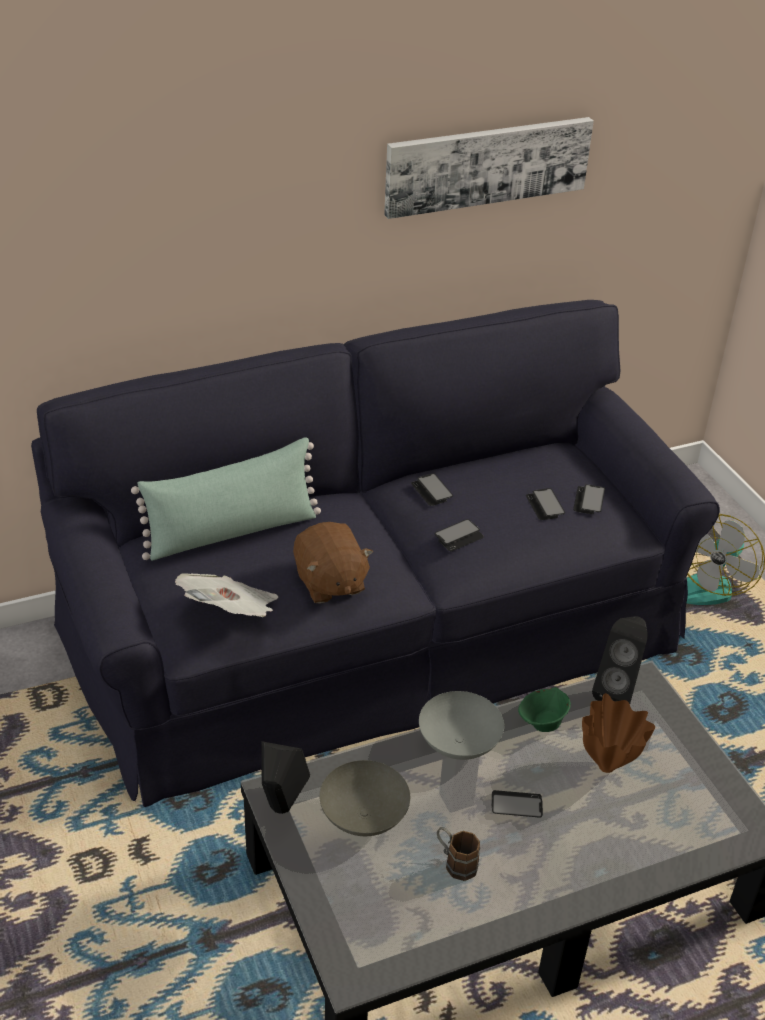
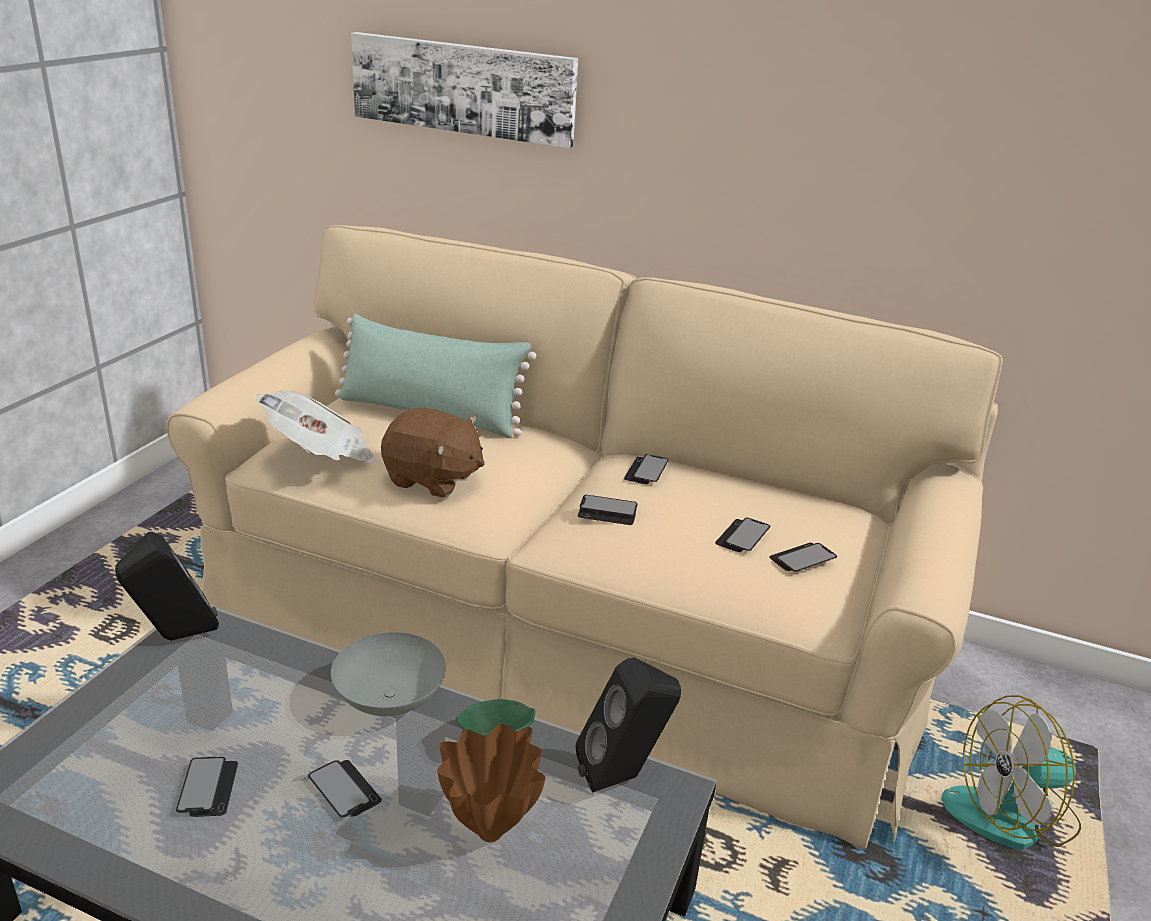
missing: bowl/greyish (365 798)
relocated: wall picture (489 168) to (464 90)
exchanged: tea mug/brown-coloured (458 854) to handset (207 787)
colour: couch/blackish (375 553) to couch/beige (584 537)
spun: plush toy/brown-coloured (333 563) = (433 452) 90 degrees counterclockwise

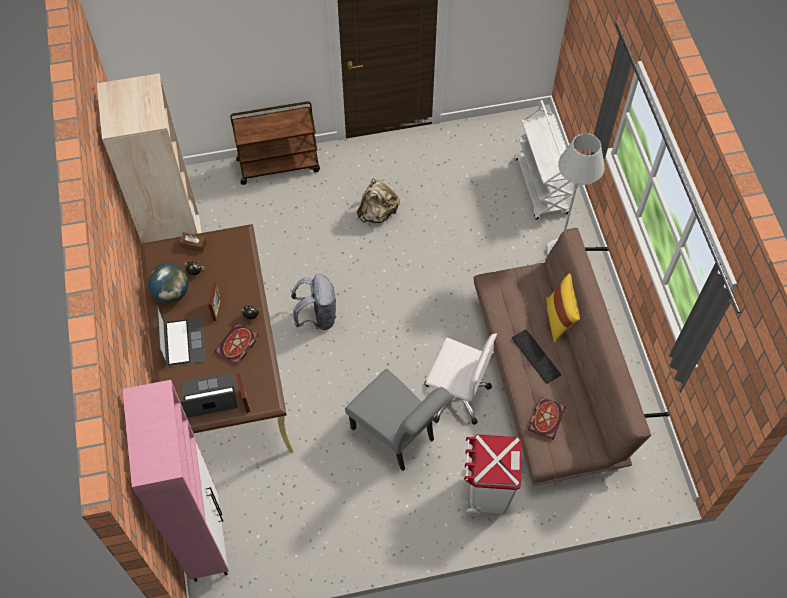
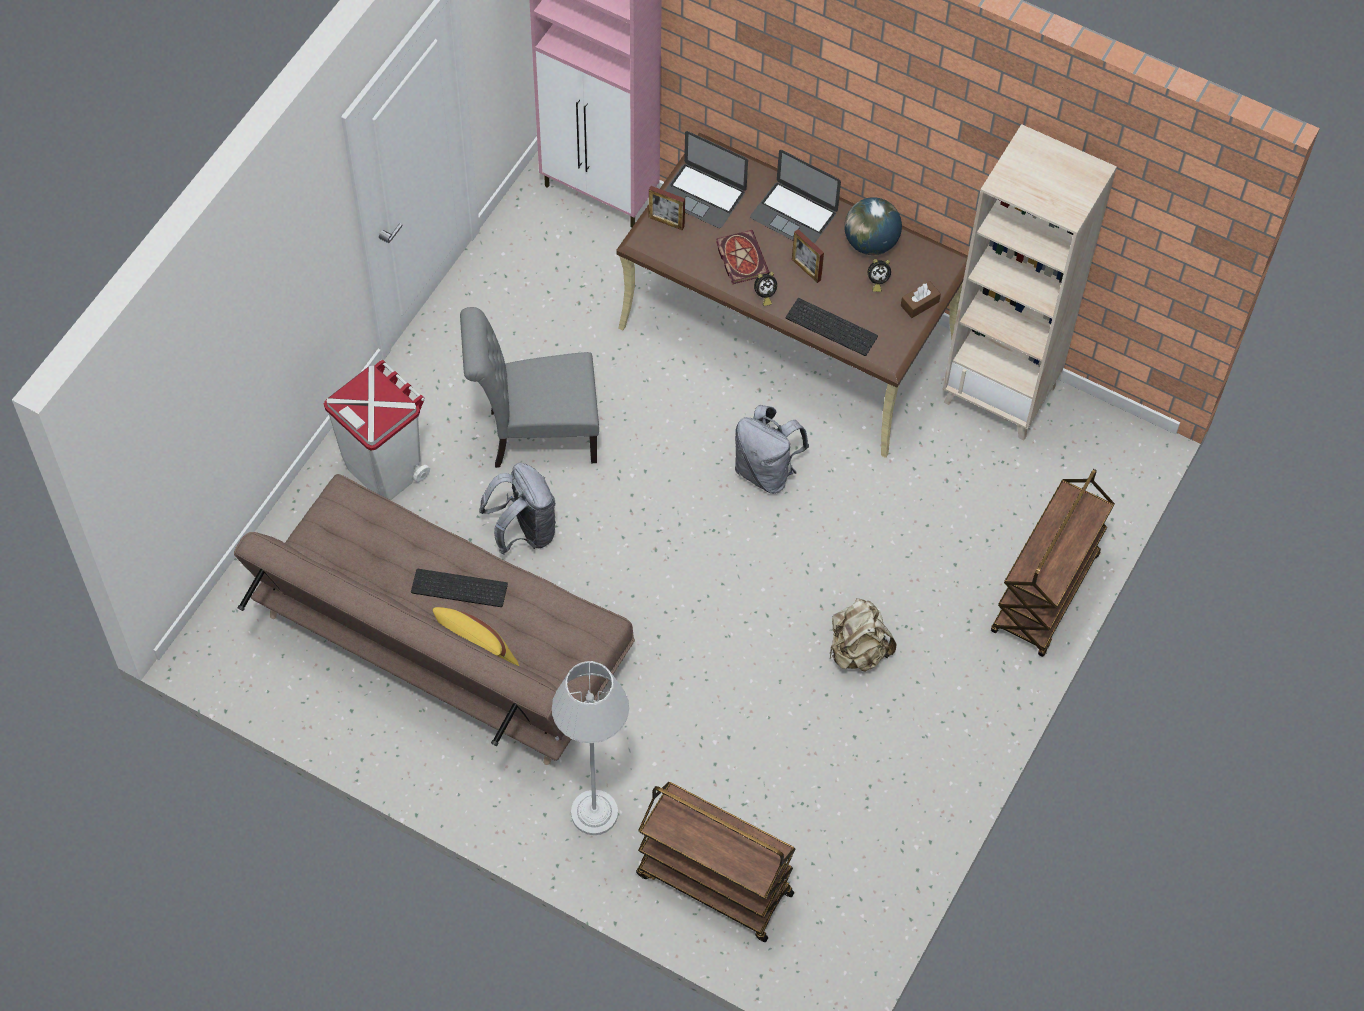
missing: book (547 418)
appeared: keyboard (832 327)
exchanged: computer chair/whitish (460 379) to rucksack/greyish (517 508)
colour: cart/whitish (544 160) to cart/brown-coloured (715 862)
spun: notebook computer (209 395) = (706 179) 90 degrees clockwise

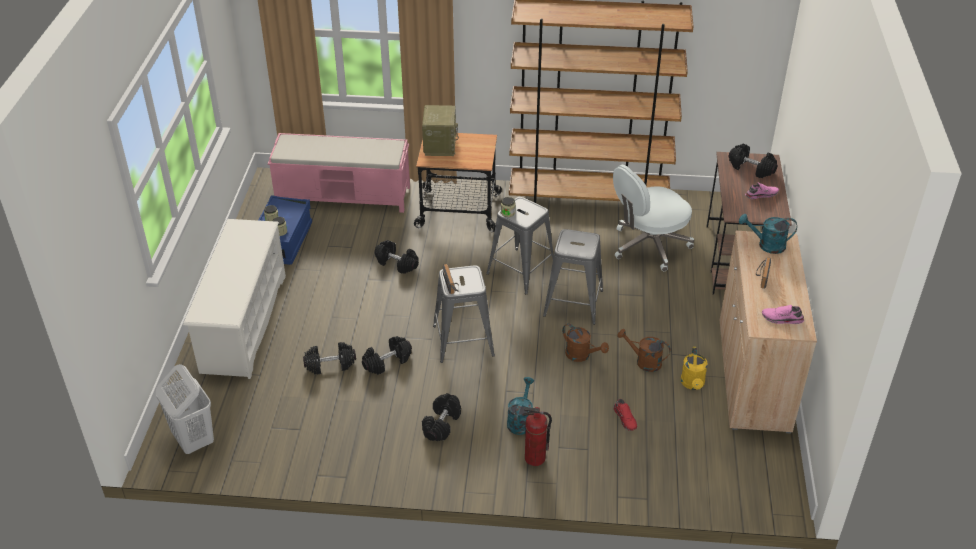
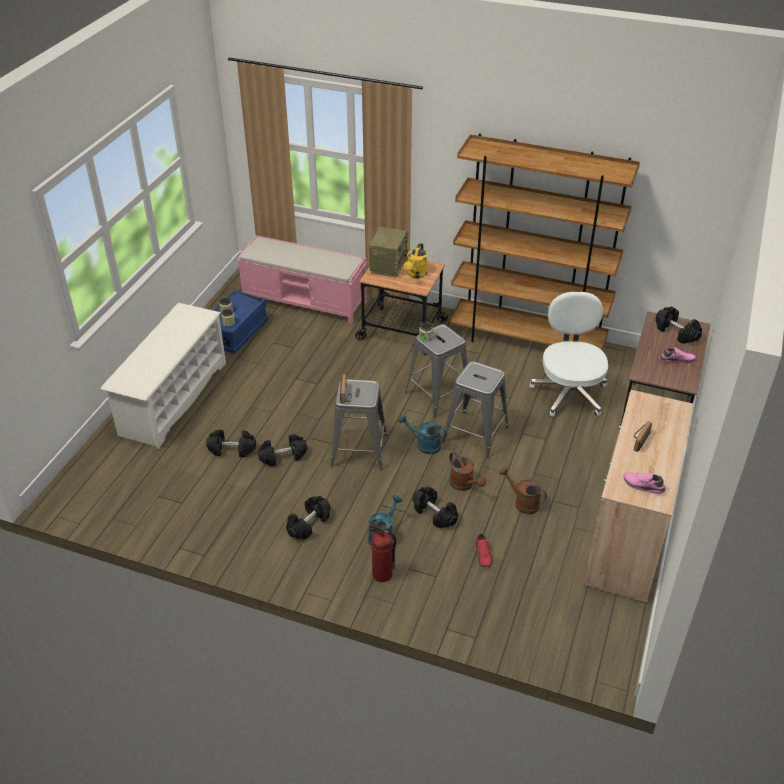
missing: laundry basket/whitish (185 409)
relocated: dumbbell/blackish (397 257) to (435 507); watering can/yellowish (694 368) to (415 261); watering can/turquoise (768 234) to (423 434)
spun: computer chair/whitish (653 218) = (569 354) 105 degrees clockwise

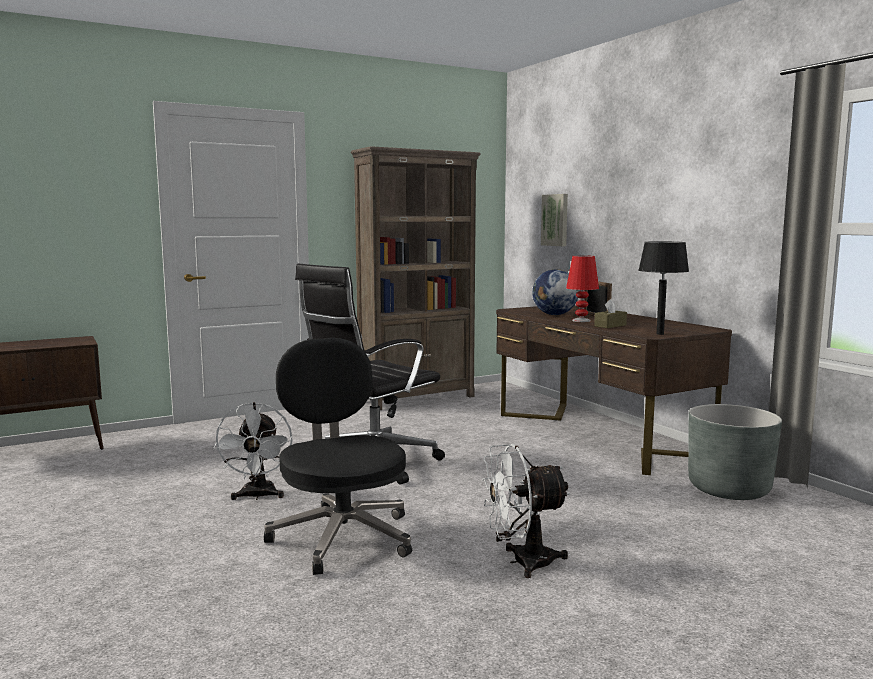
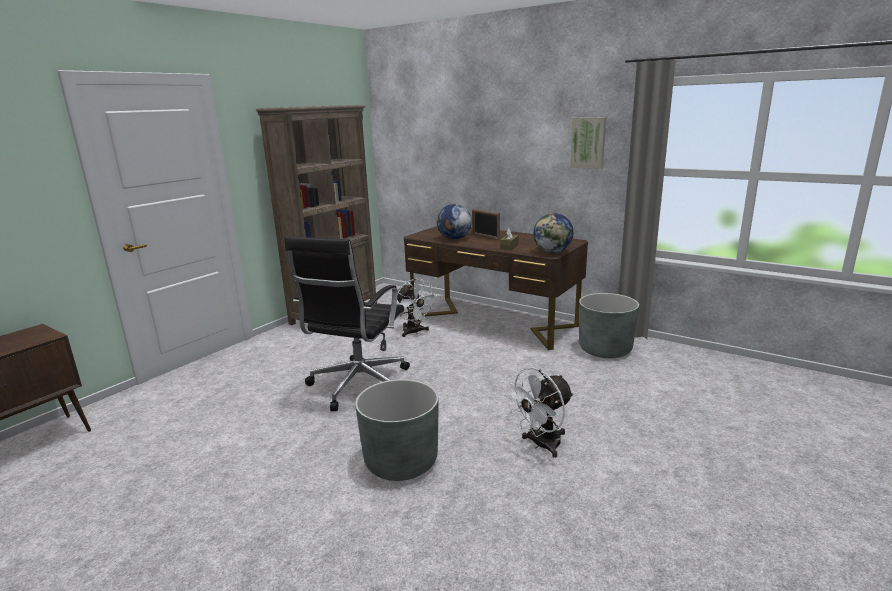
missing: tabletop lamp/reddish (582 288)
relocated: cooling fan/whitish (253 451) to (417 308); wall picture (554 220) to (588 143)
exchanged: computer chair/blackish (338 456) to plant pot/greyish (397 430); tabletop lamp/blackish (663 288) to desk globe (553 233)

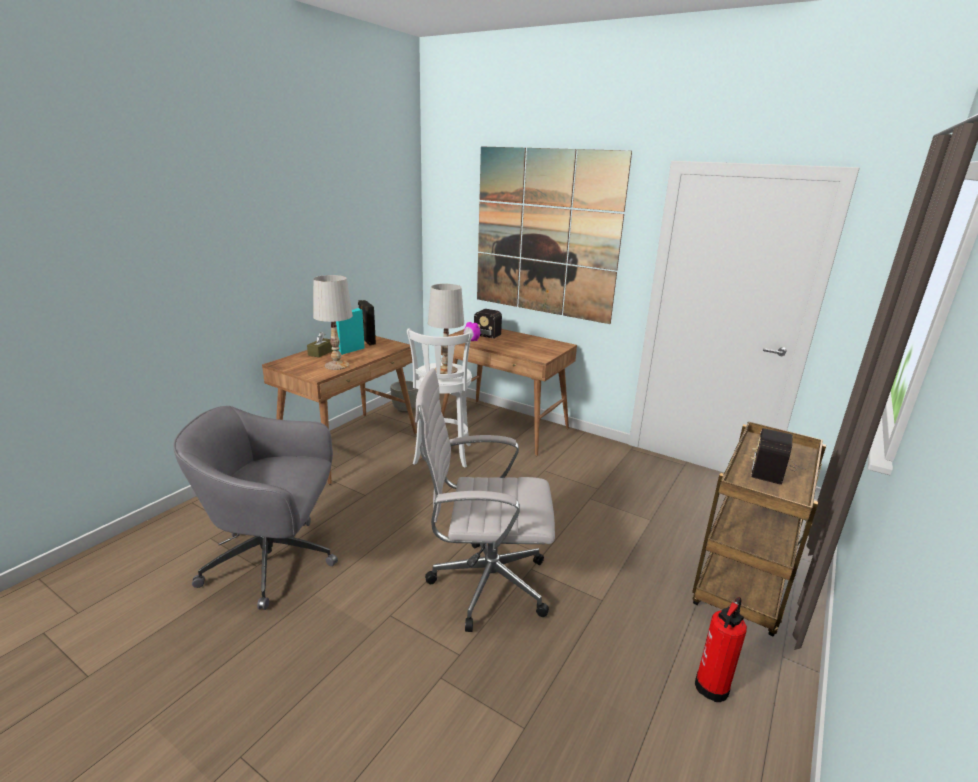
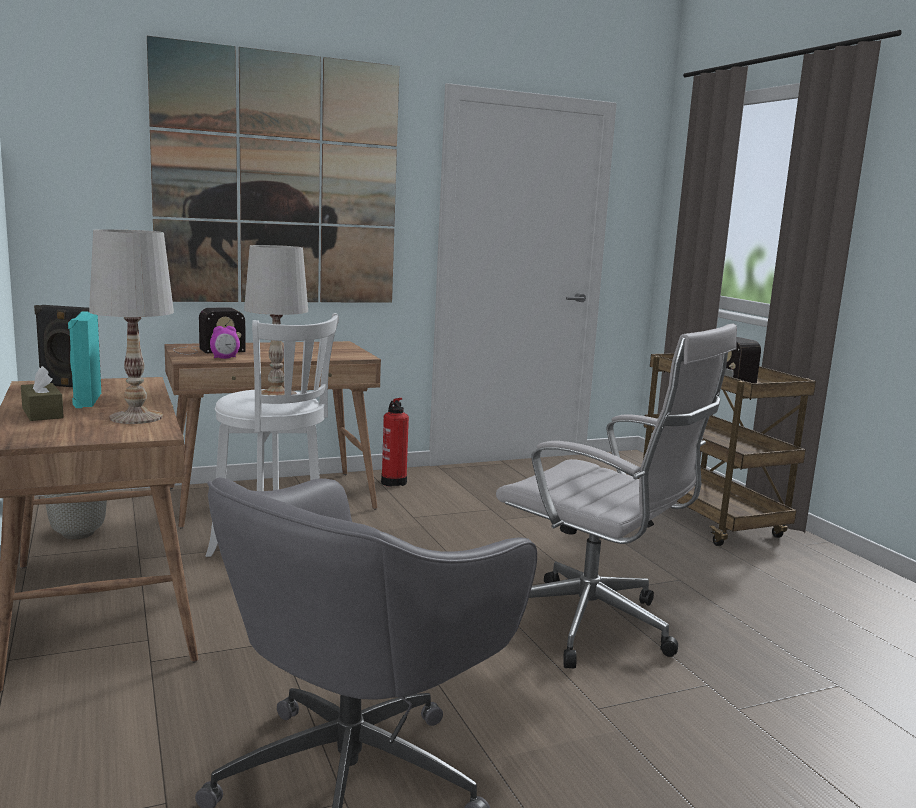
relocated: fire-fighting cylinder (721 649) to (395 442)
spun: computer chair/whitish (485 500) = (616 496) 90 degrees counterclockwise

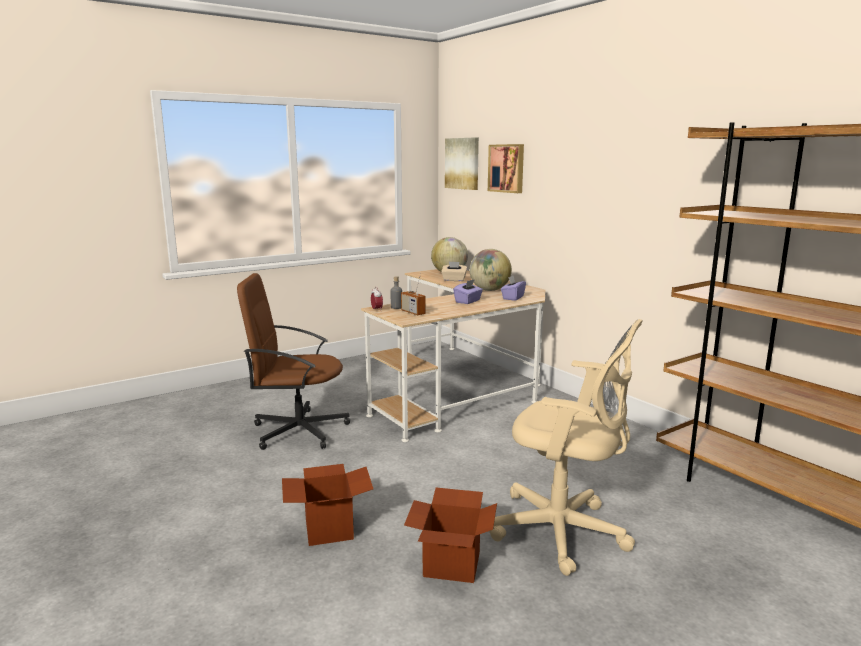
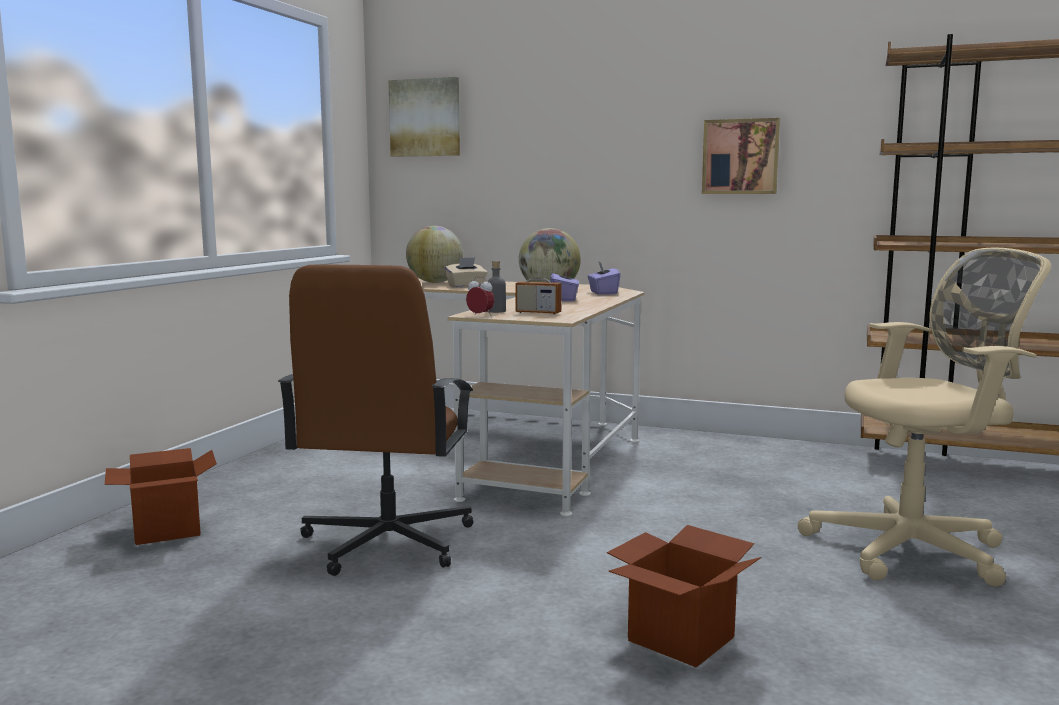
relocated: cardboard box (450 535) to (160 496); wall picture (506 168) to (741 156)
spun: computer chair/brown-coloured (293 361) = (375 420) 45 degrees counterclockwise

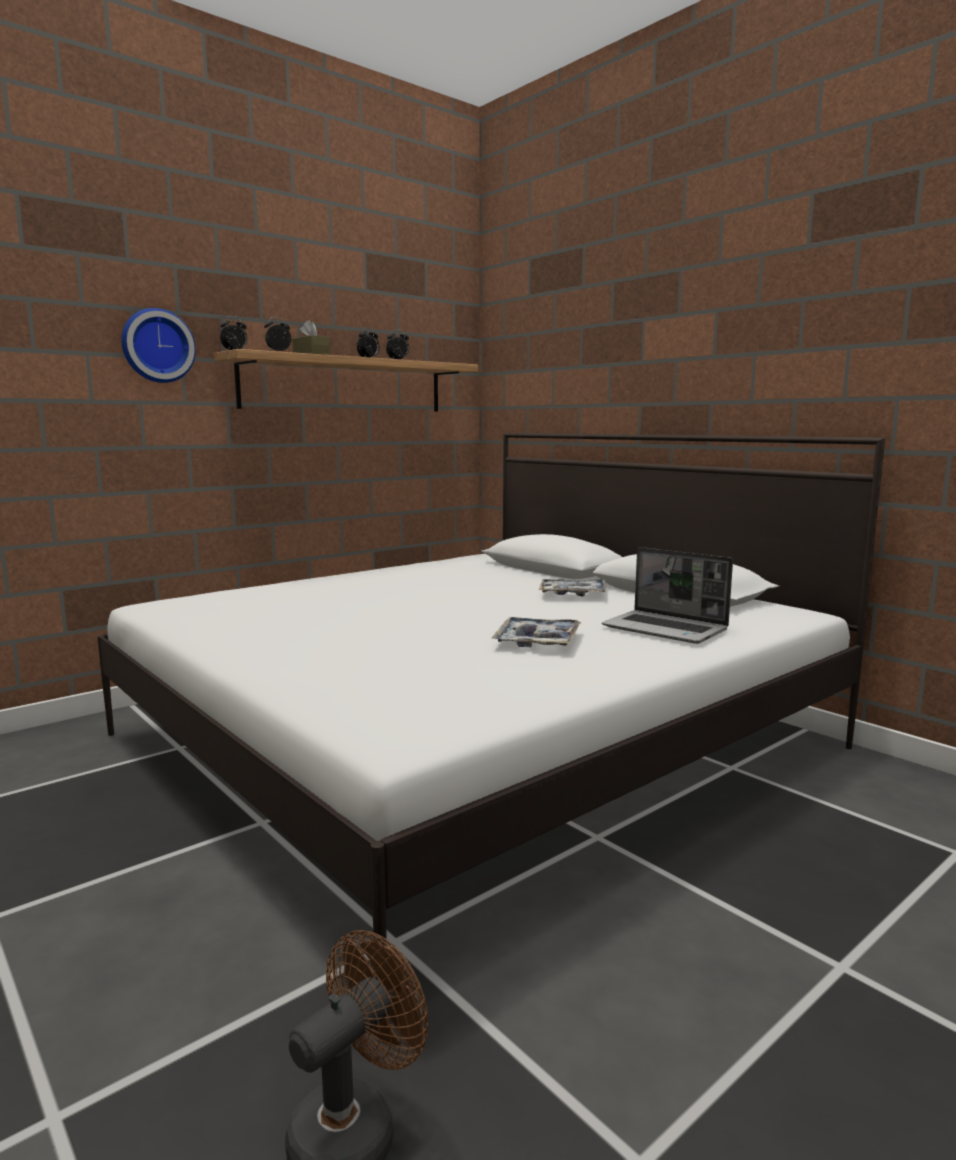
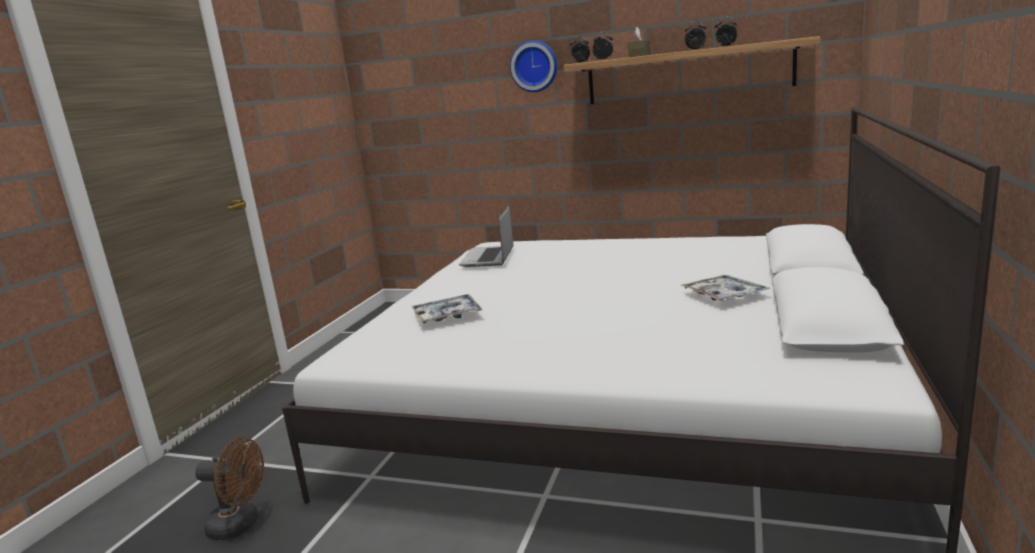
relocated: tray (536 632) to (447 308); notebook computer (667 595) to (486 236)

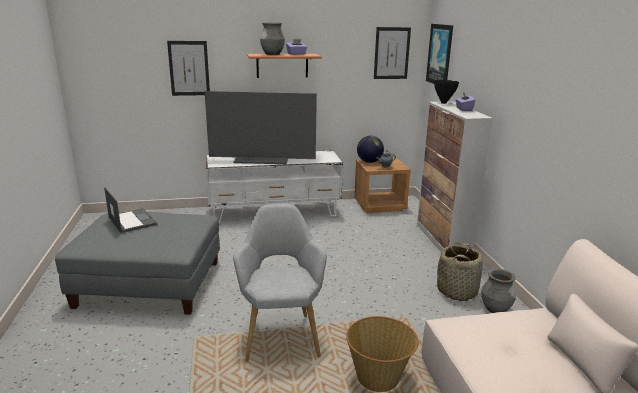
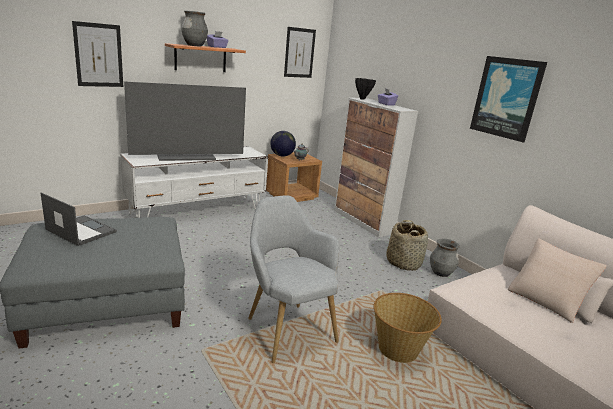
appeared: throw pillow/beige (557 280)
relocated: wall picture (439 54) to (508 99)

